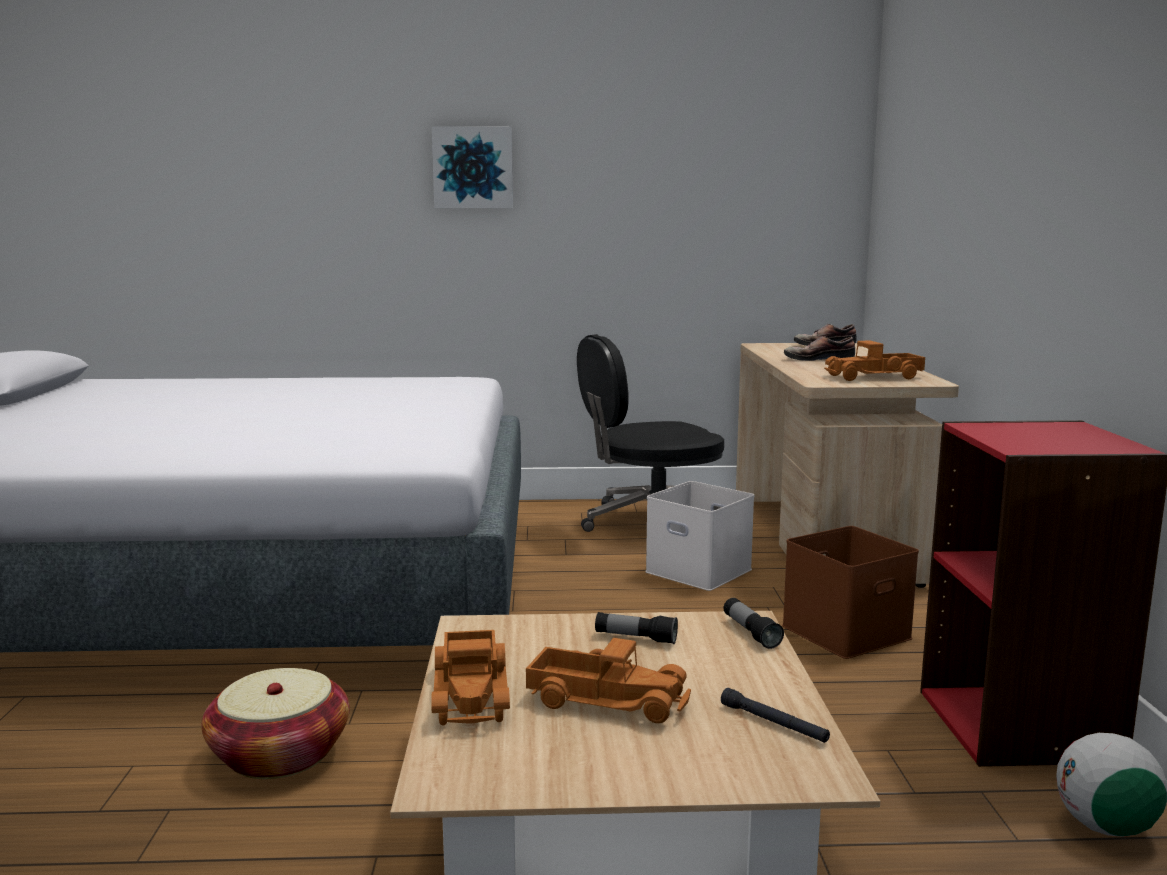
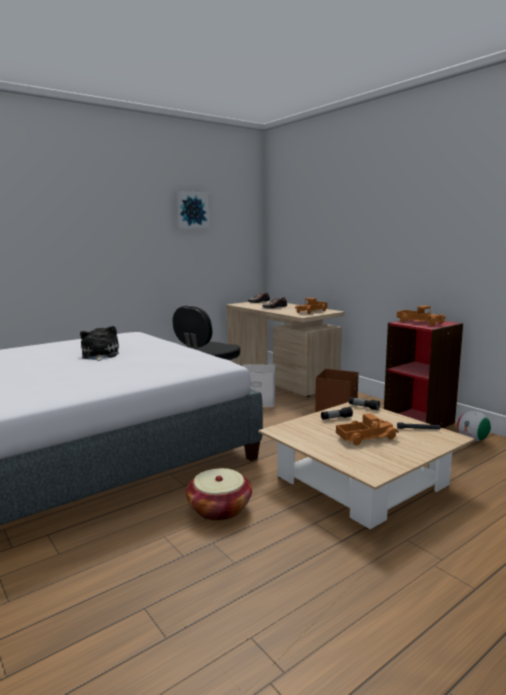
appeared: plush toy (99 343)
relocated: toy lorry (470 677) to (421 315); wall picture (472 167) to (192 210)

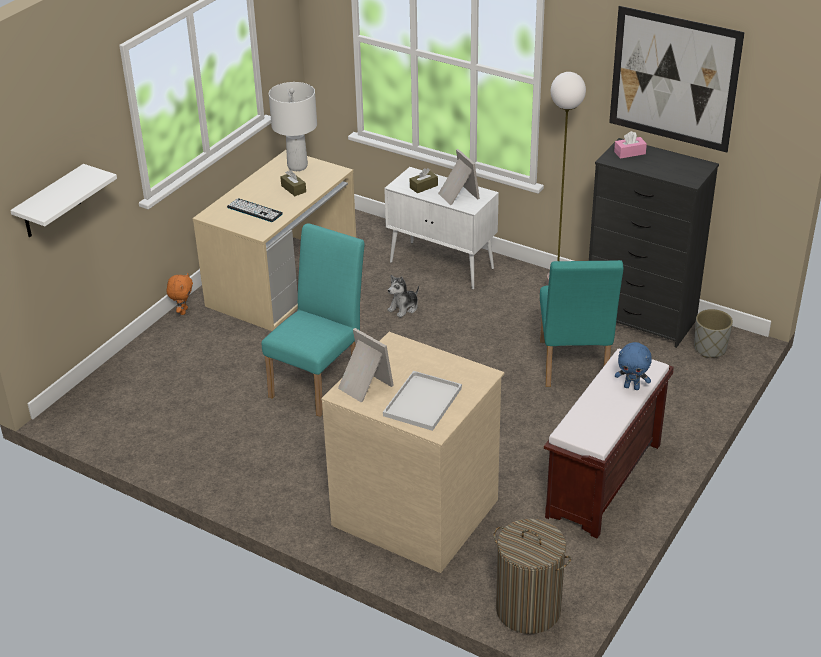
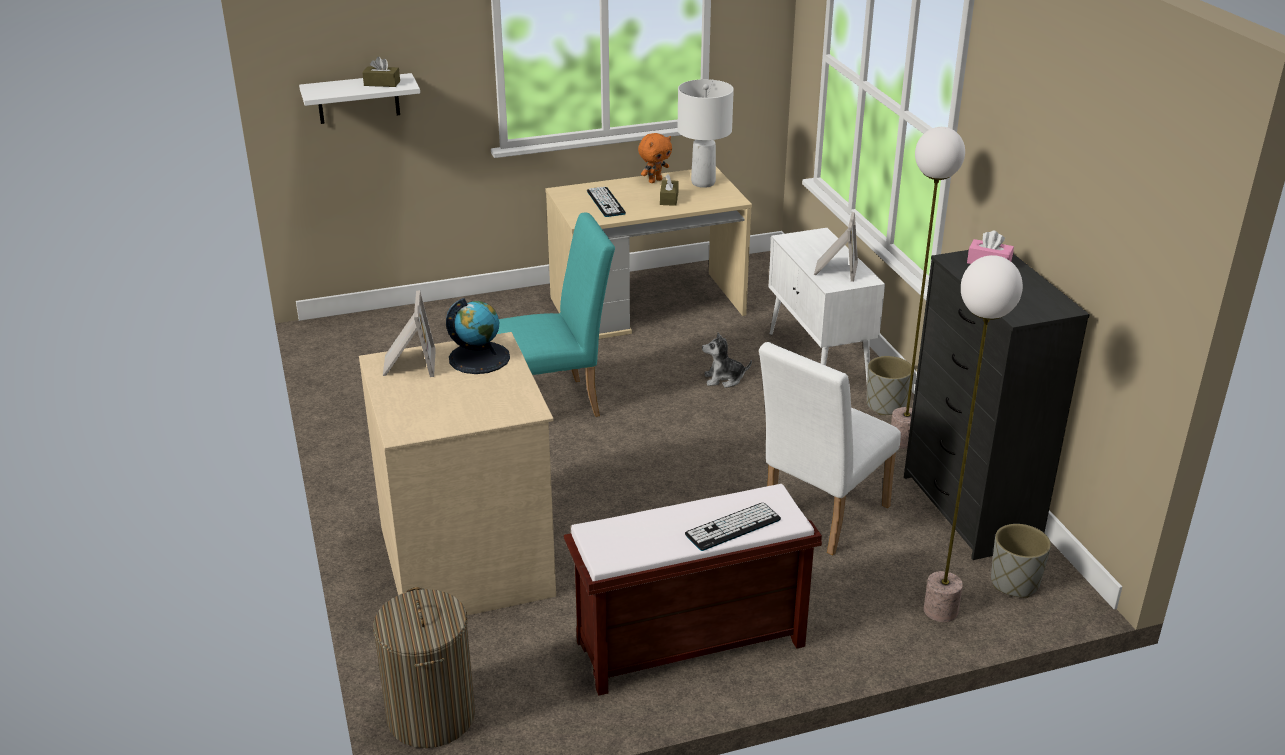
missing: tray/whitish (422 401); wall picture (677 79)
appeared: desk globe (478 336); plant pot/greyish (889 385); standard lamp (973 438)
relocated: plush toy/orange (179 294) to (655 158); tissue holder/brown-coloured (424 180) to (381 72)
exchanged: plush toy/blue (633 366) to keyboard (733 527)
colour: plain chair/turquoise (581 323) to plain chair/whitish (830 449)

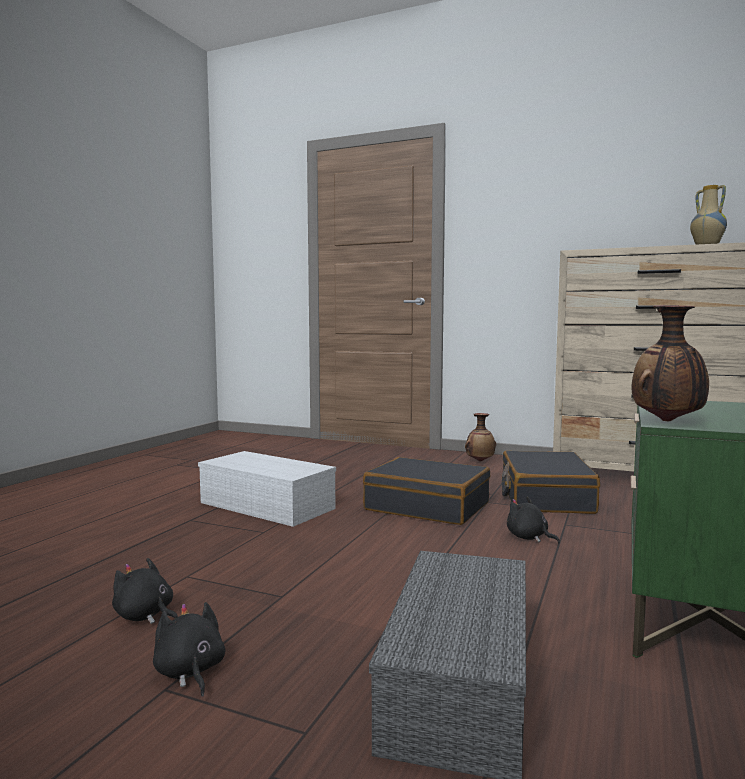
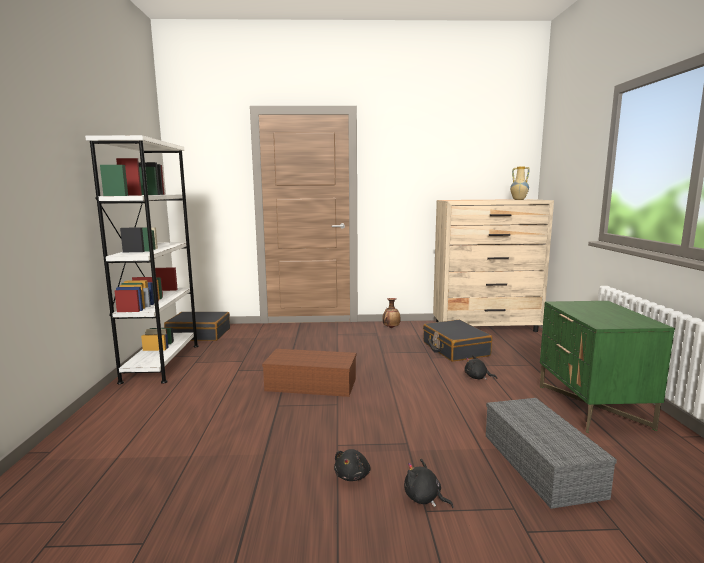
missing: decorative vase (670 363)
appeared: bookshelf/whitish (142 259)
relocated: travel case/blackish (426 491) to (197 326)
colour: storage box/whitish (267 489) to storage box/brown-coloured (309 373)
spun: plush toy/blackish (145 591) = (352 465) 75 degrees counterclockwise

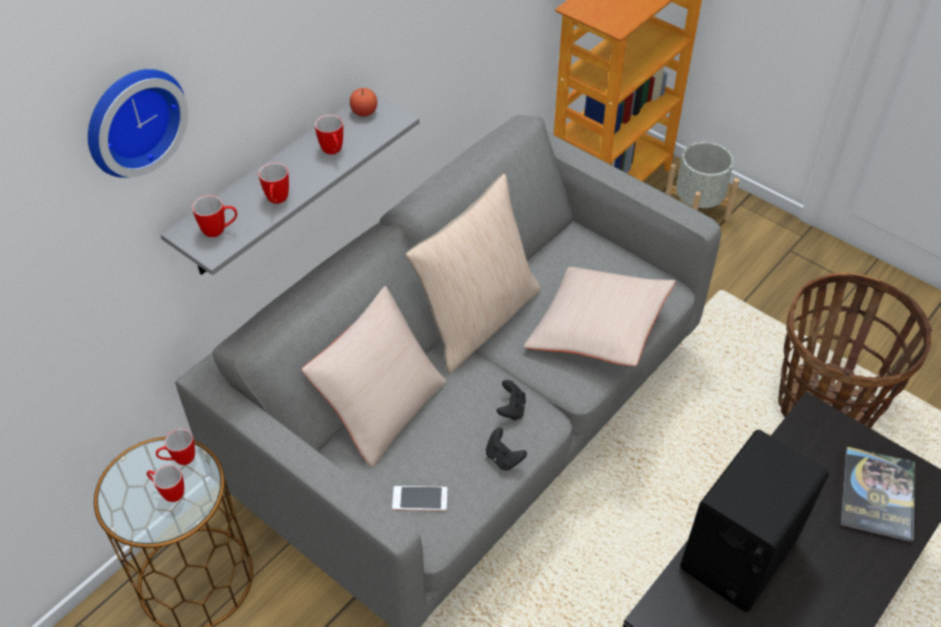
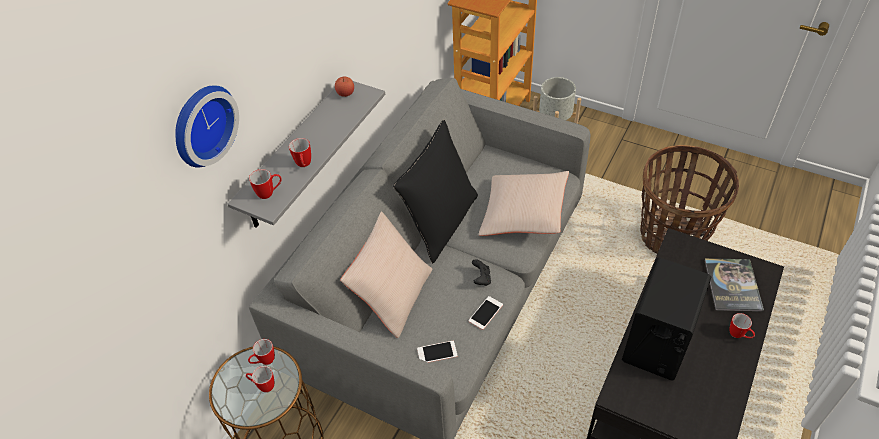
relocated: tea mug (329 135) to (742 325)
exchanged: gamepad/blackish (506 449) to handset (486 313)
colour: throw pillow/beige (473 273) to throw pillow/blackish (435 191)

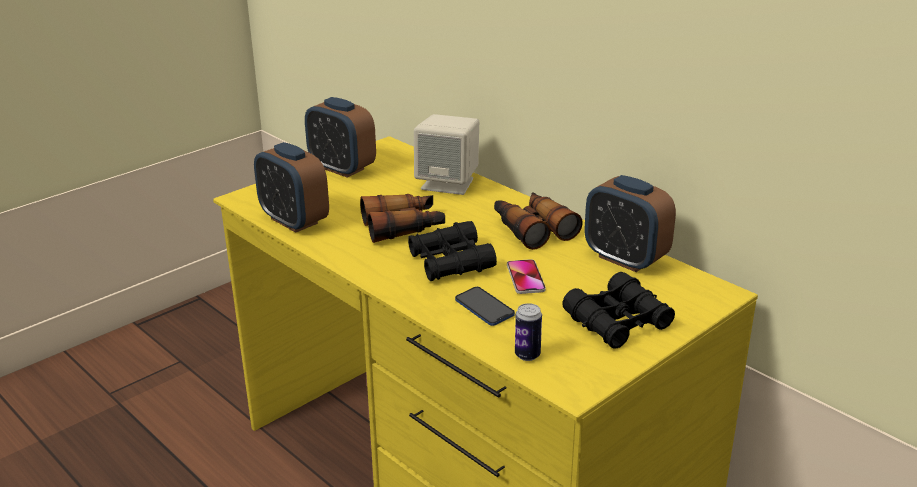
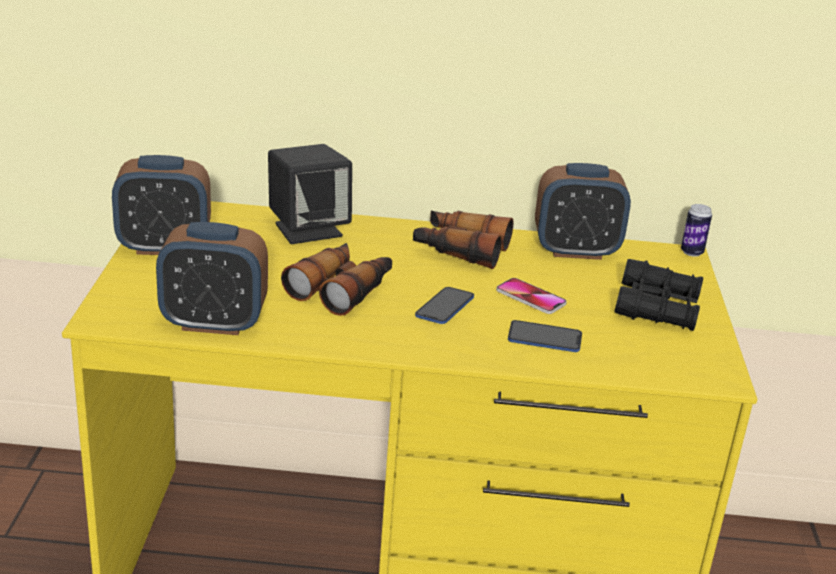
relocated: sealed can (528 332) to (696 230)
exchanged: pair of binoculars/blackish (452 251) to handset (444 305)
colour: speaker/beige (446 154) to speaker/blackish (310 194)

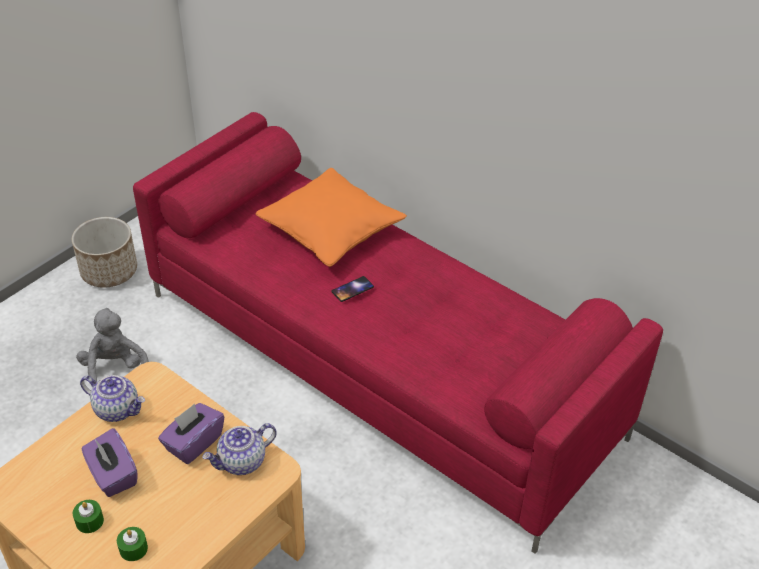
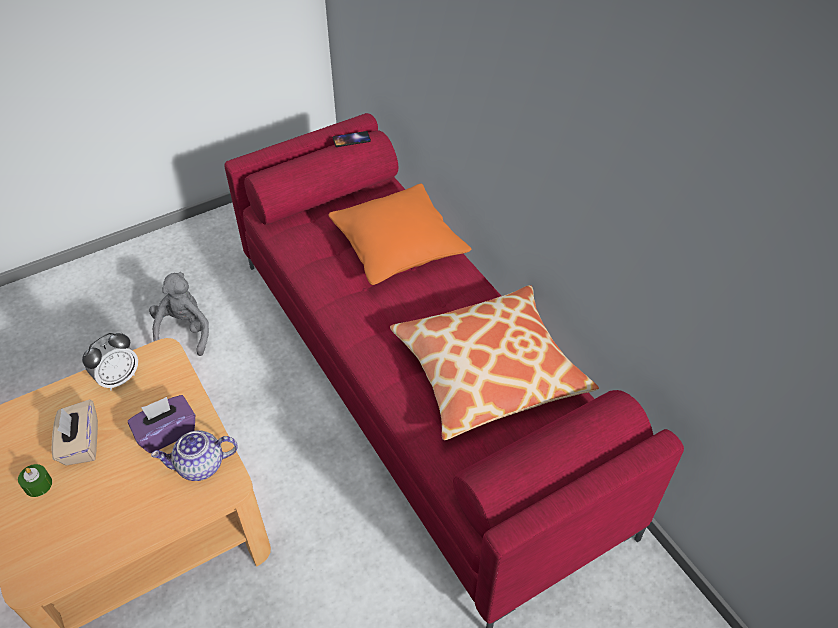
missing: plant pot (104 252); wax light/greenish (132 544)
appeared: throw pillow (494 362)
relocated: handset (352 289) to (352 139)
exchanged: teapot (112 398) to table clock (110 362)
colour: tissue holder/purple (109 462) to tissue holder/beige (75 432)

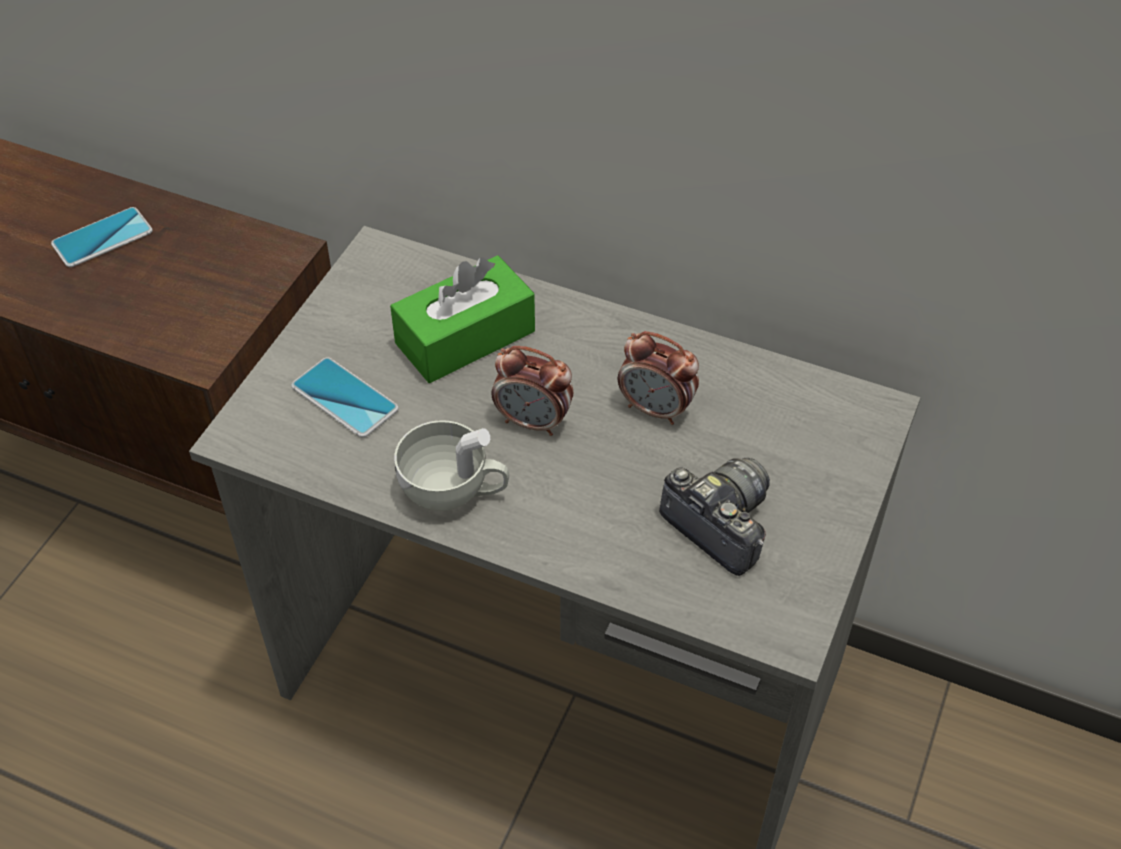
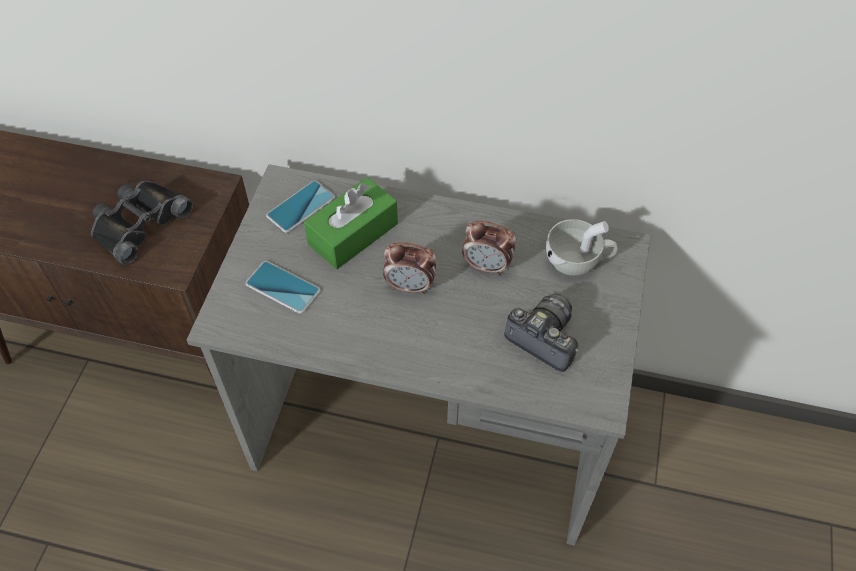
appeared: pair of binoculars/blackish (142 223)
relocated: handset (102 237) to (300 207); cup/whitish (451 465) to (581 247)

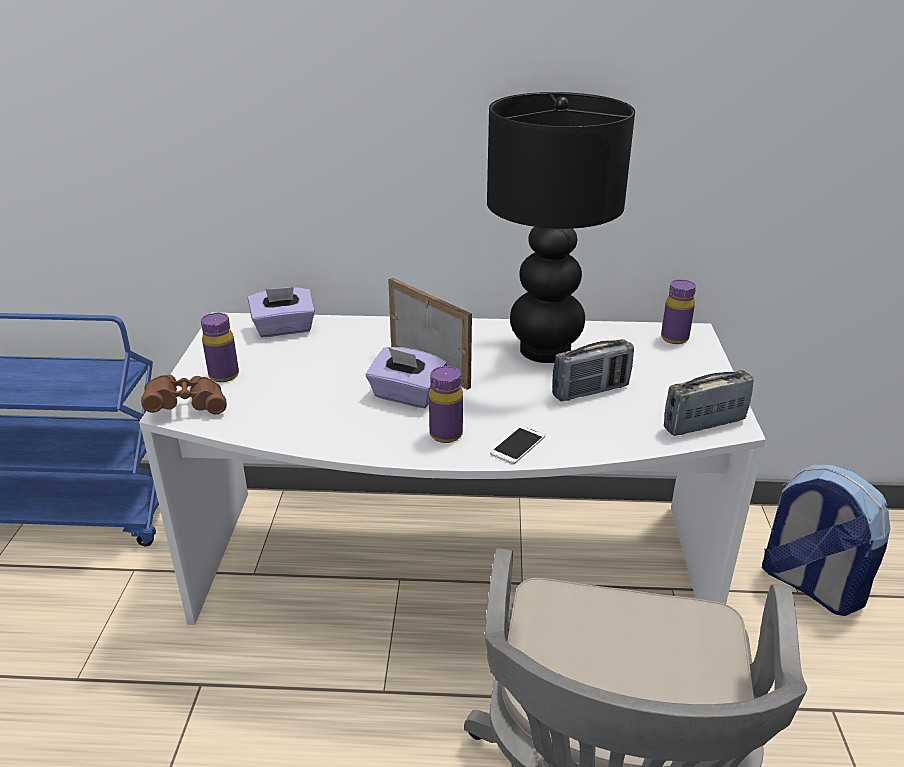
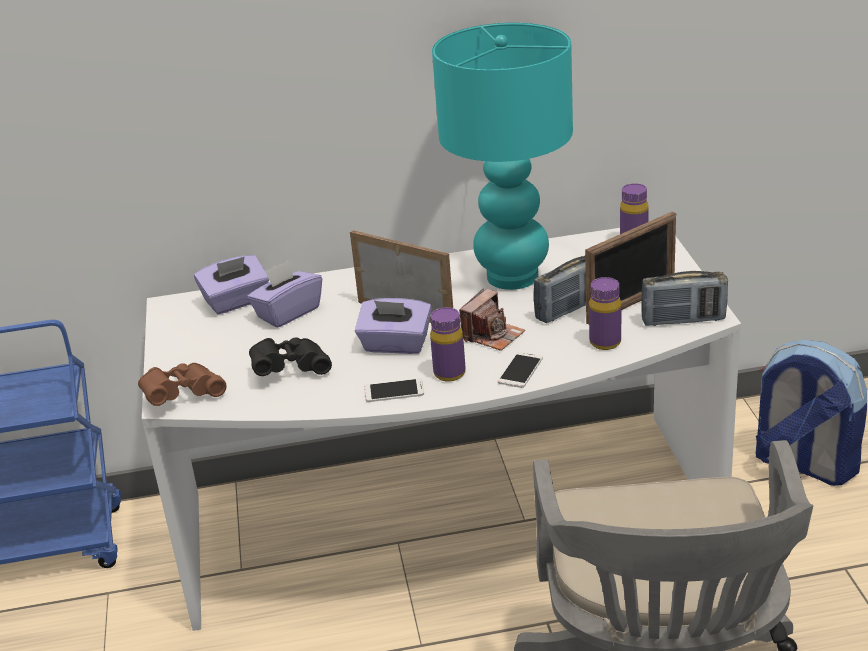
appeared: tissue holder/purple (284 294); pair of binoculars/blackish (290 356); handset (394 390); photo camera (492 319); standing frame (630 268)
relocated: drink bottle/purple (220 347) to (605 313)
colour: tabletop lamp/blackish (561 227) to tabletop lamp/turquoise (502 156)
spun: radio receiver (709 403) = (684 298) 150 degrees counterclockwise

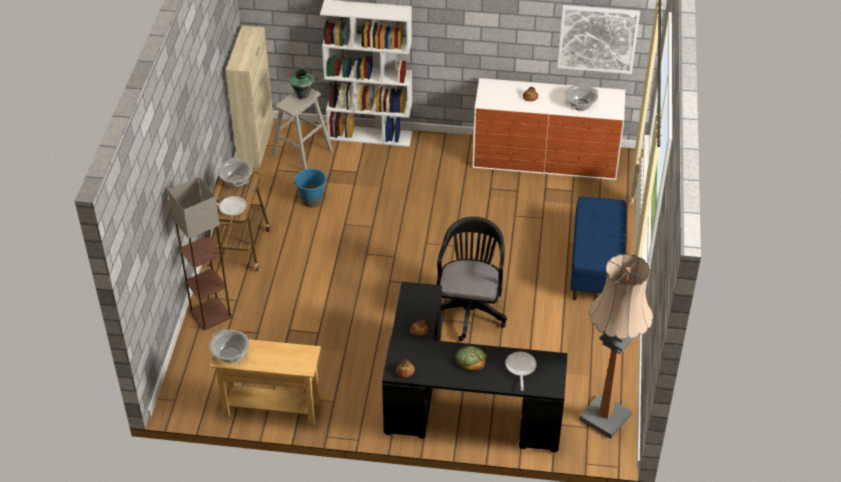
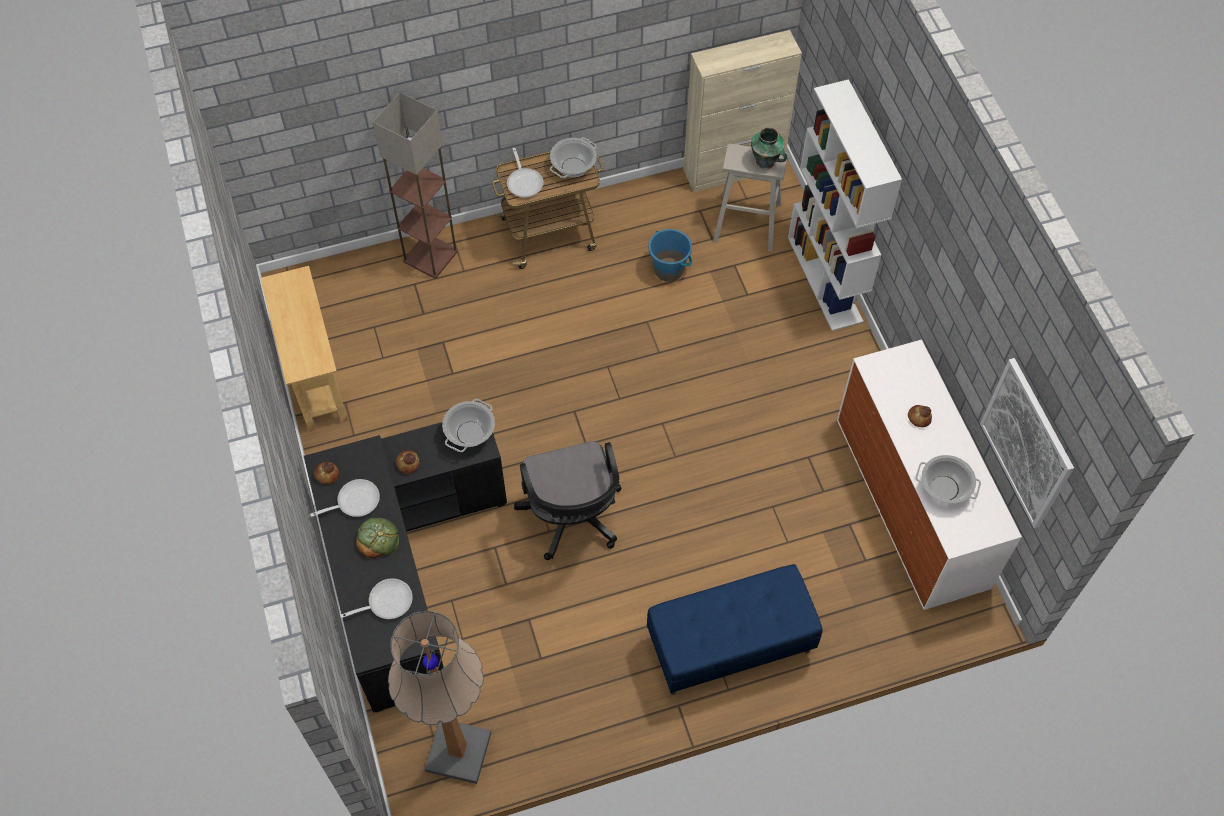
appeared: pan (345 498)
relocated: saucepot (229 346) to (468 425)
spun: computer chair/blackish (472 279) = (567 500) 90 degrees clockwise

